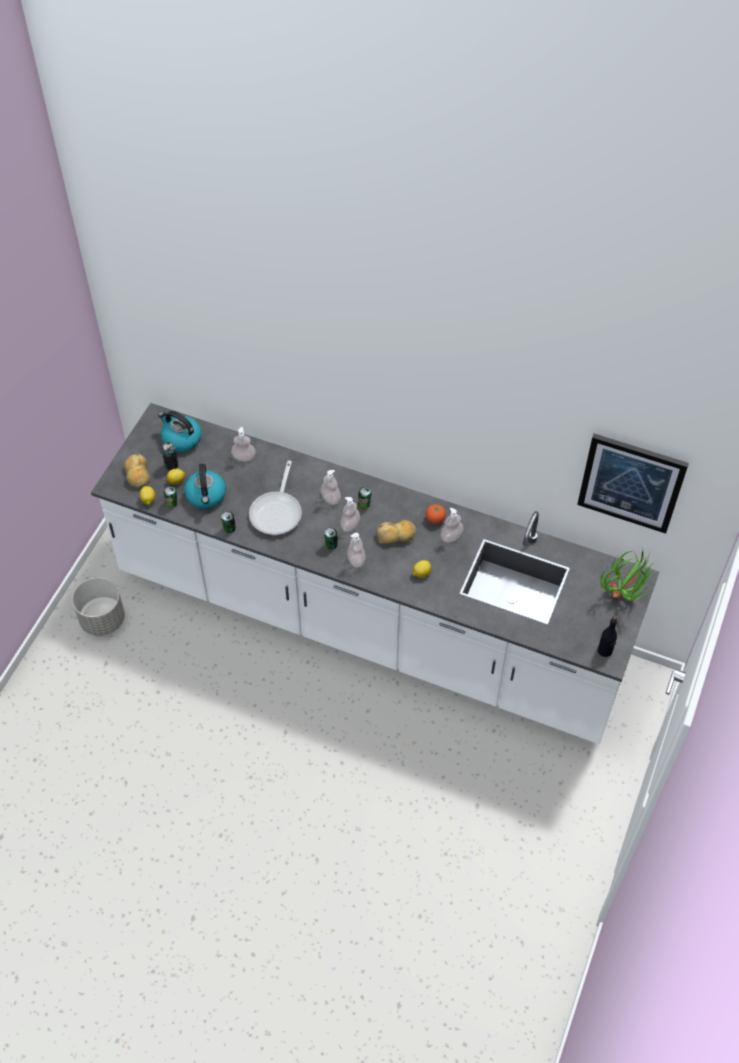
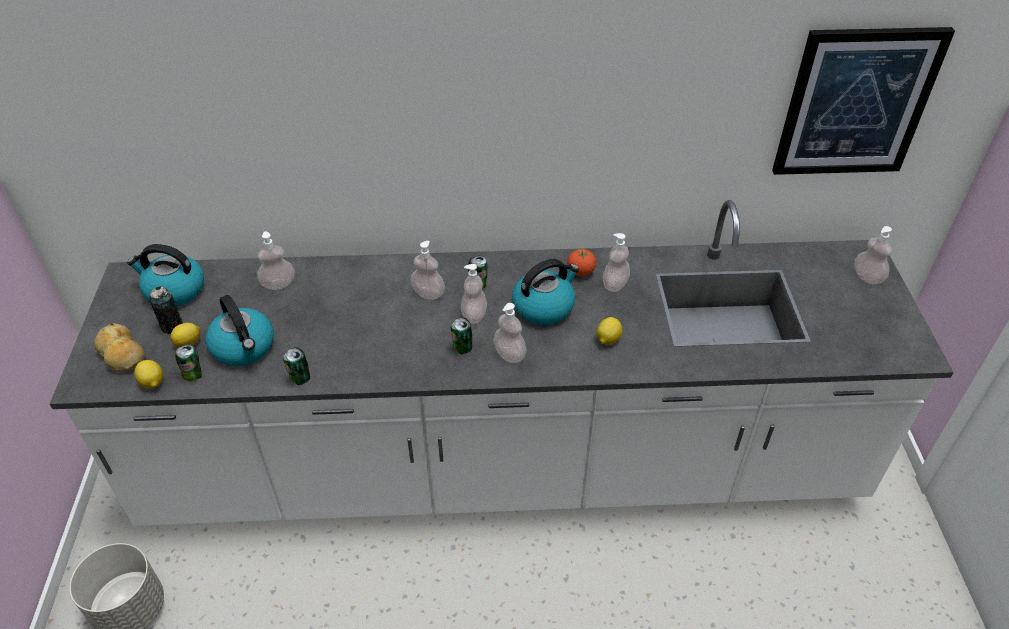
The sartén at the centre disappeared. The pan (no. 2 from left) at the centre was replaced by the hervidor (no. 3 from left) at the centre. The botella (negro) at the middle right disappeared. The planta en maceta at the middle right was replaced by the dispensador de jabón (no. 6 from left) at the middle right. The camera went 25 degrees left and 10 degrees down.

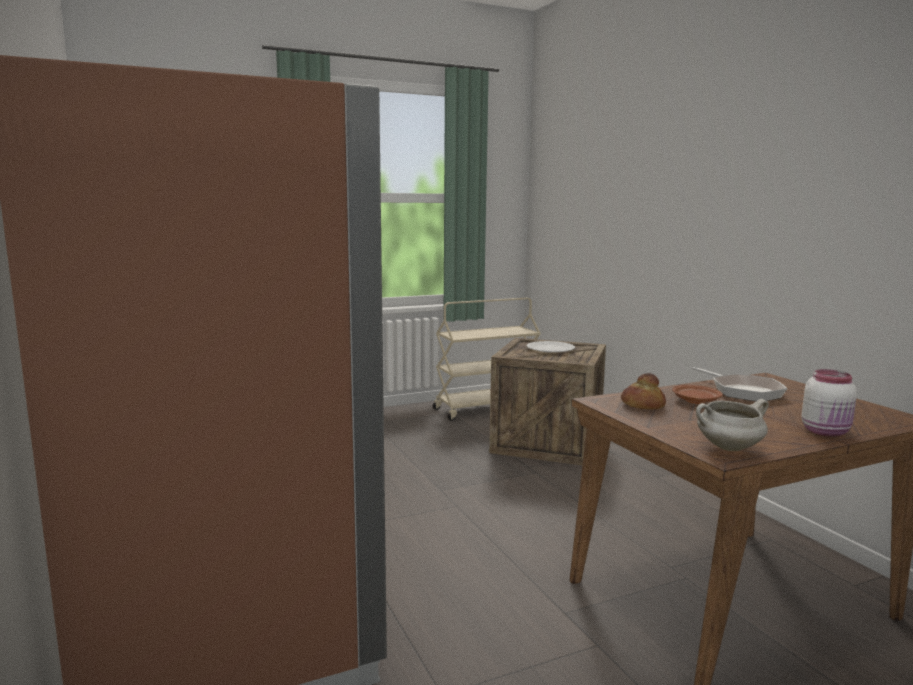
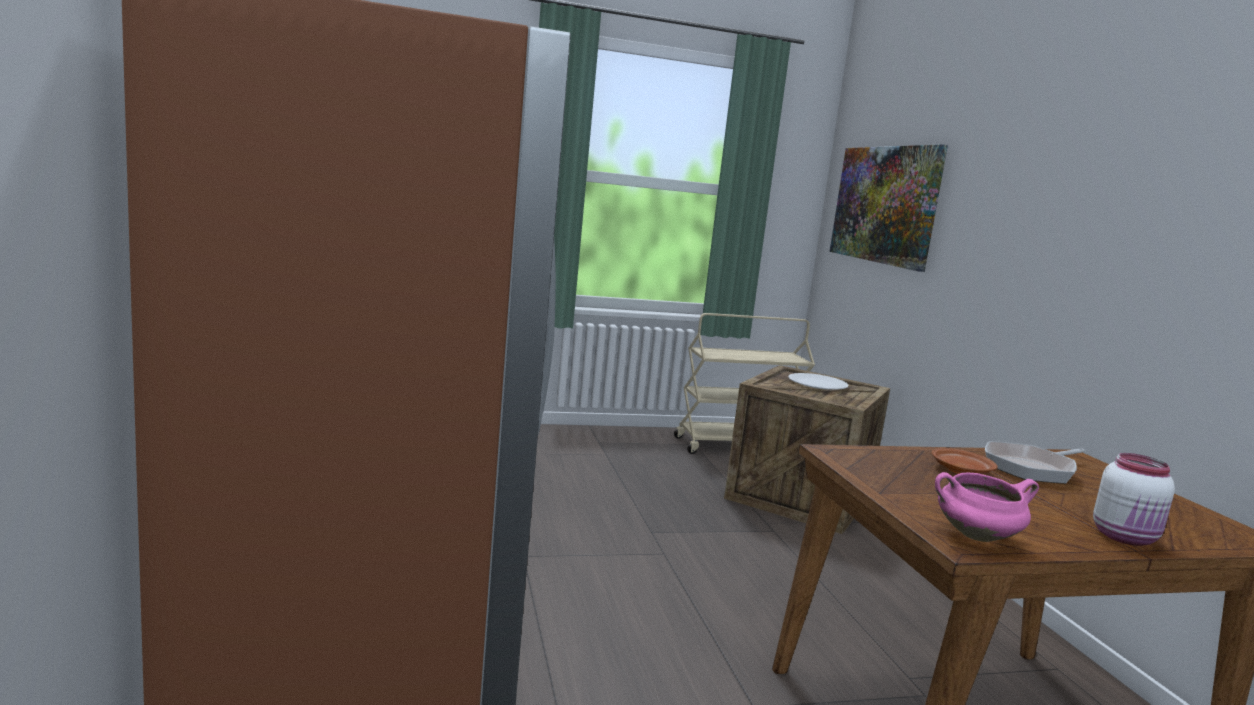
The pan at the middle right disappeared. The sartén at the middle right turned 75 degrees clockwise. The olla (blanco) at the middle right became the olla (rosa) at the bottom right. The cuadro at the top right appeared. The camera went 10 degrees right and 0 degrees up.

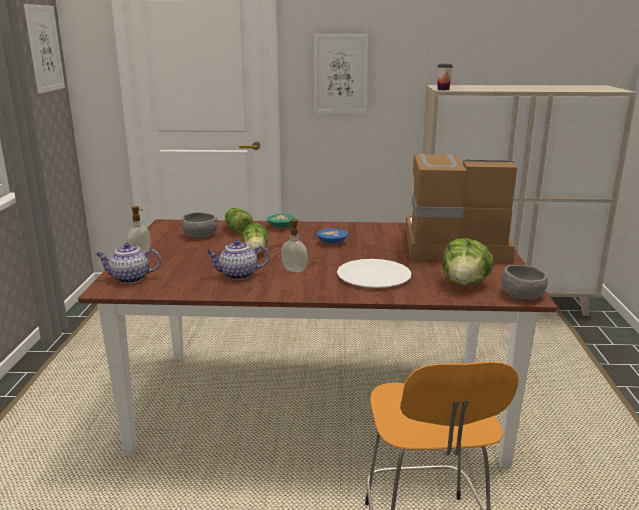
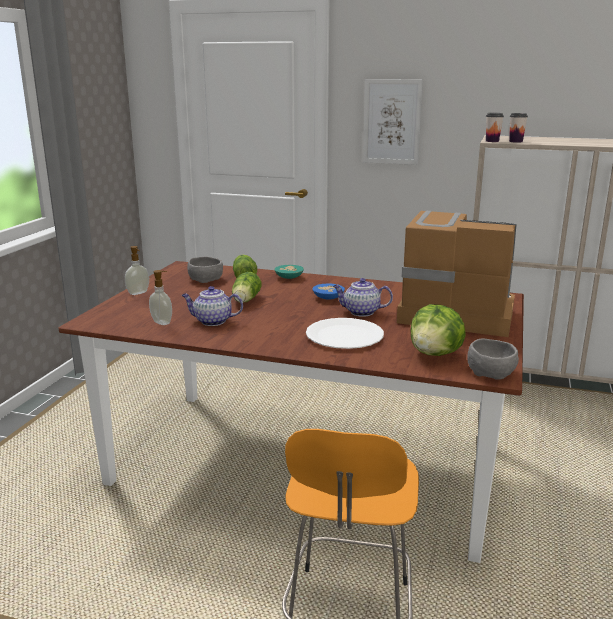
The cuadro (no. 1 from left) at the top left disappeared. The tetera (no. 1 from left in the first image) moved from the middle left to the centre. The dispensador de jabón (no. 2 from left) moved from the centre to the middle left. The taza (no. 2 from left) at the top right appeared. The camera went 15 degrees right and 0 degrees up.

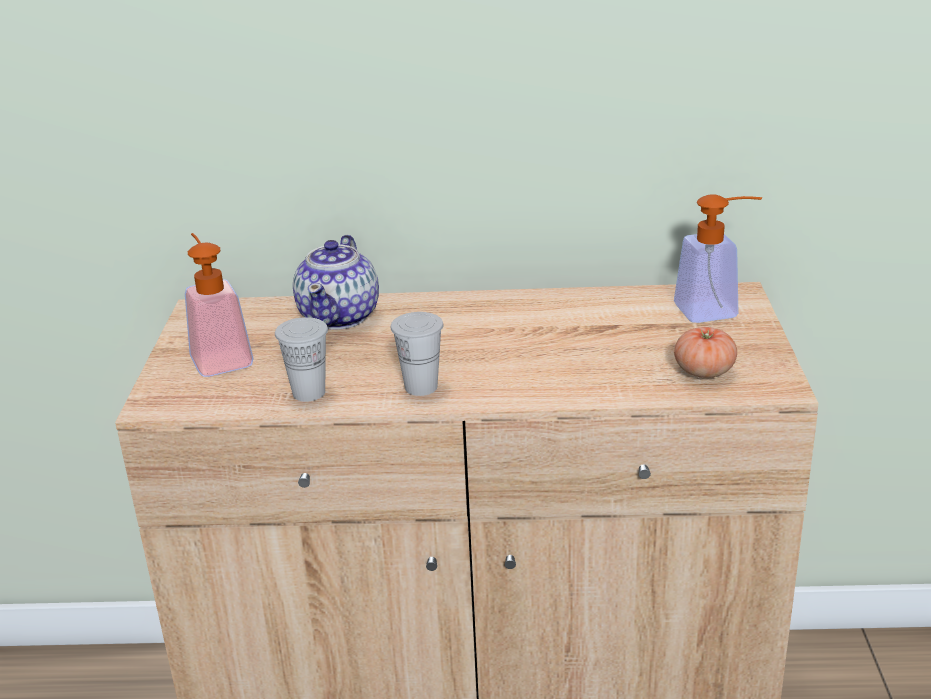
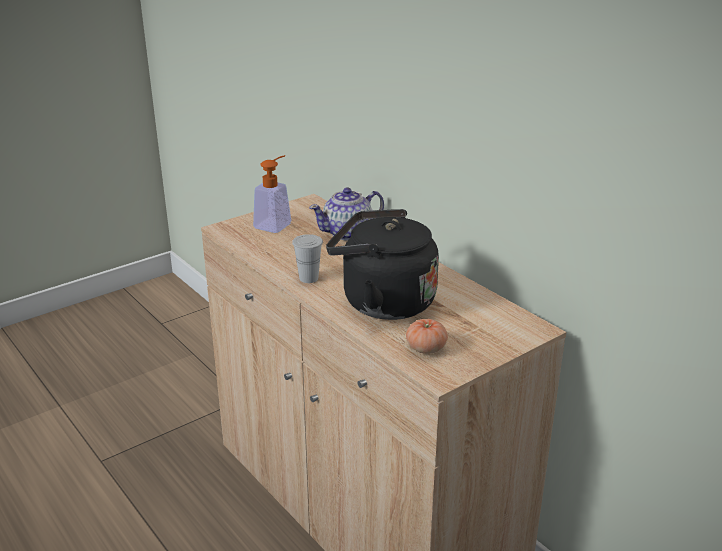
The taza (blanco) (no. 1 from left) at the middle left disappeared. The dispensador de jabón (no. 2 from left) at the middle right disappeared. The hervidor (negro) at the centre appeared. The camera went 50 degrees right and 0 degrees up.

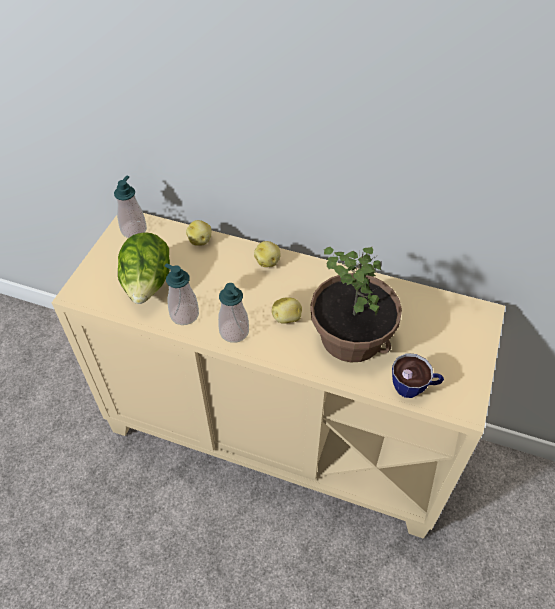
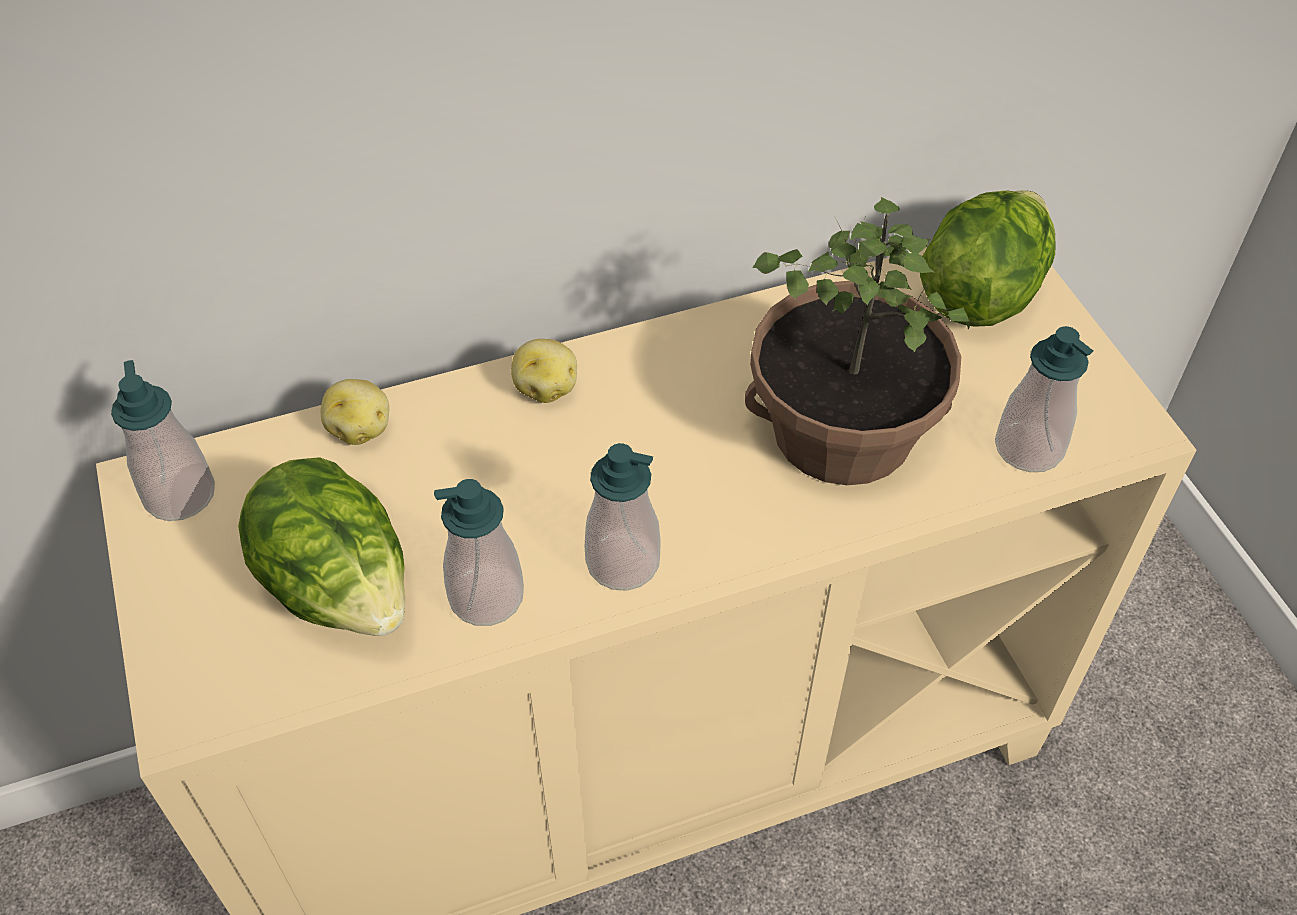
The patata (no. 3 from left) at the centre disappeared. The taza at the middle right was replaced by the dispensador de jabón (no. 4 from left) at the middle right. The lechuga (no. 2 from left) at the top right appeared. The camera went 40 degrees left and 0 degrees up.

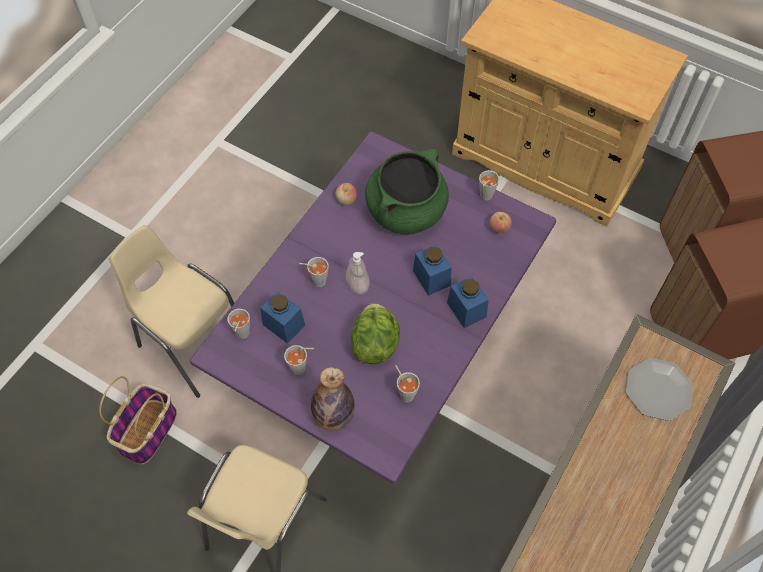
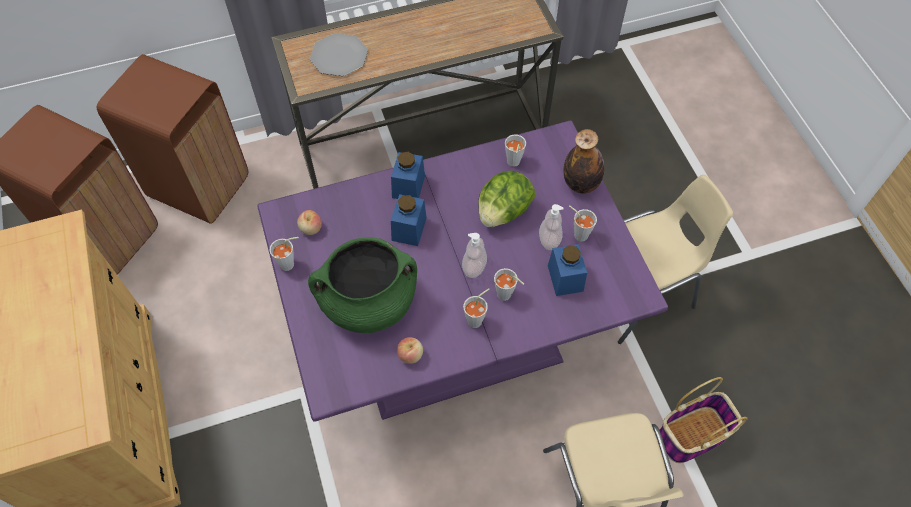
The taza (gris) (no. 1 from left in the first image) moved from the middle left to the centre. The dispensador de jabón (no. 2 from left) at the centre appeared. The camera went 140 degrees left and 0 degrees up.

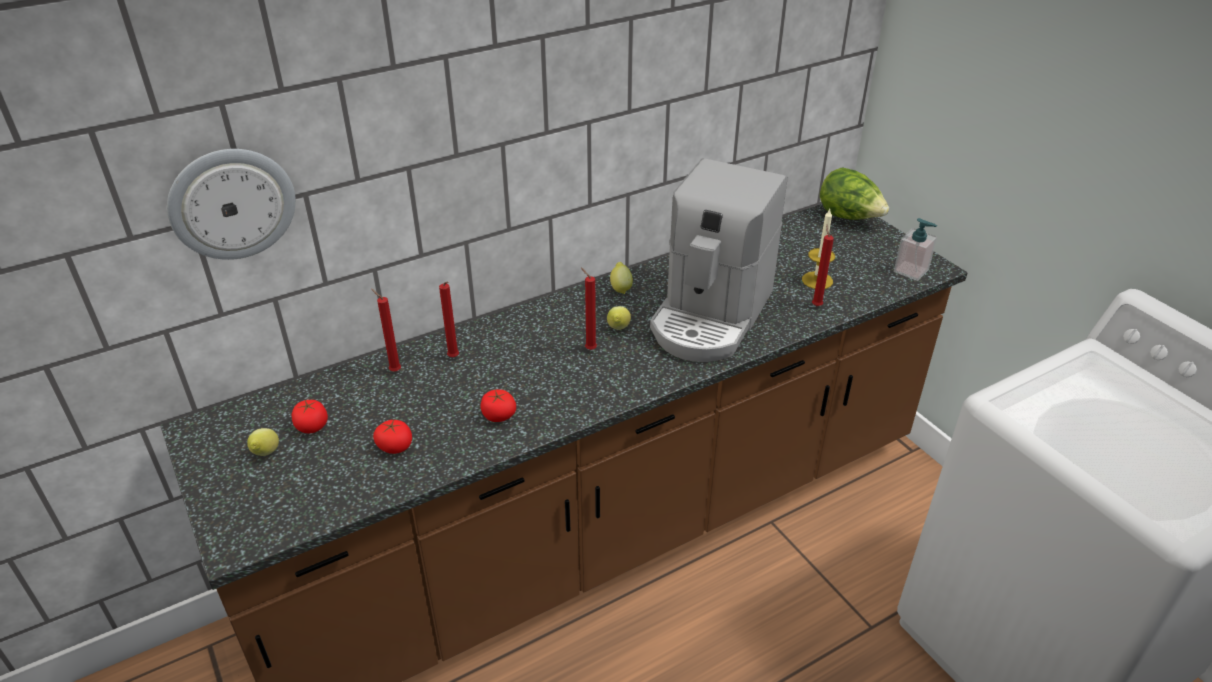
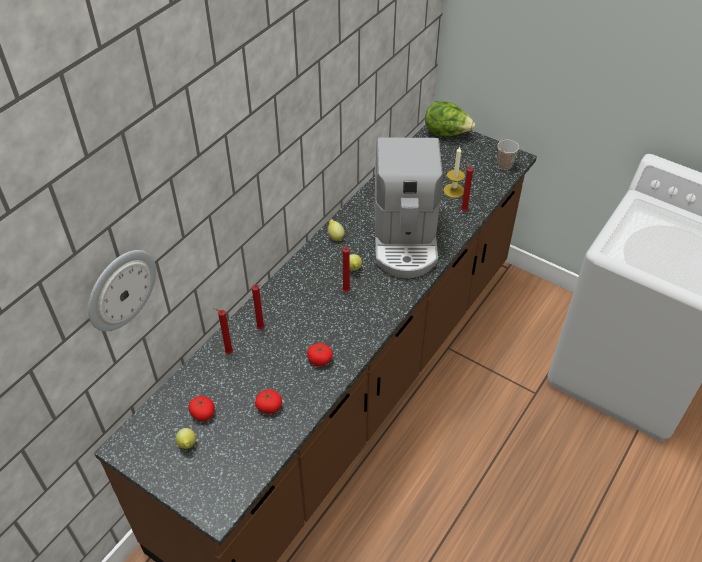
The dispensador de jabón at the middle right was replaced by the taza at the top right. The camera went 25 degrees left and 10 degrees up.

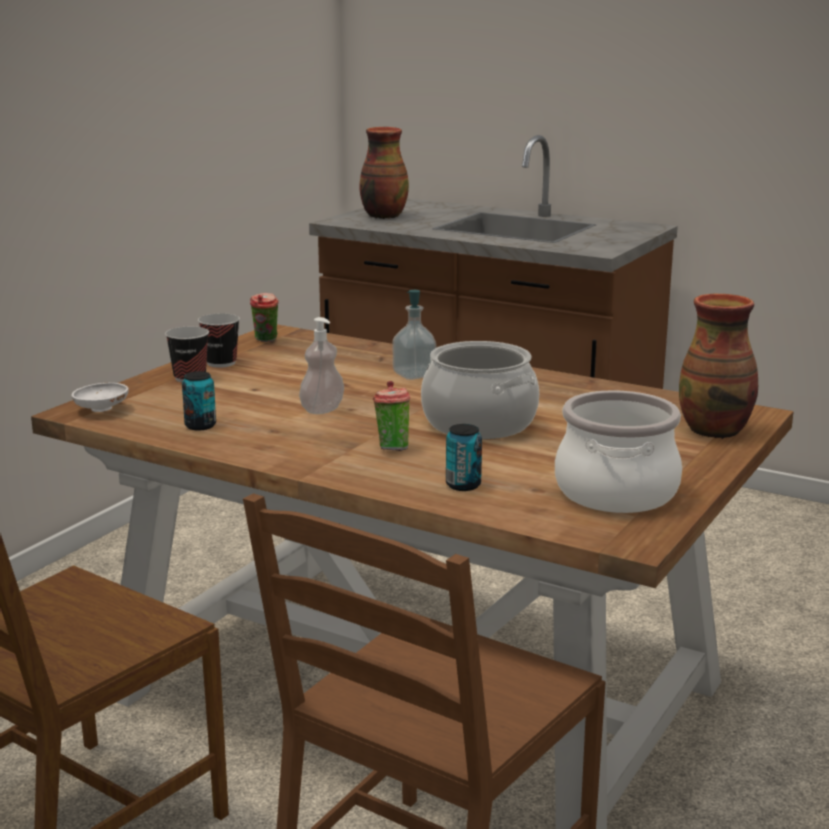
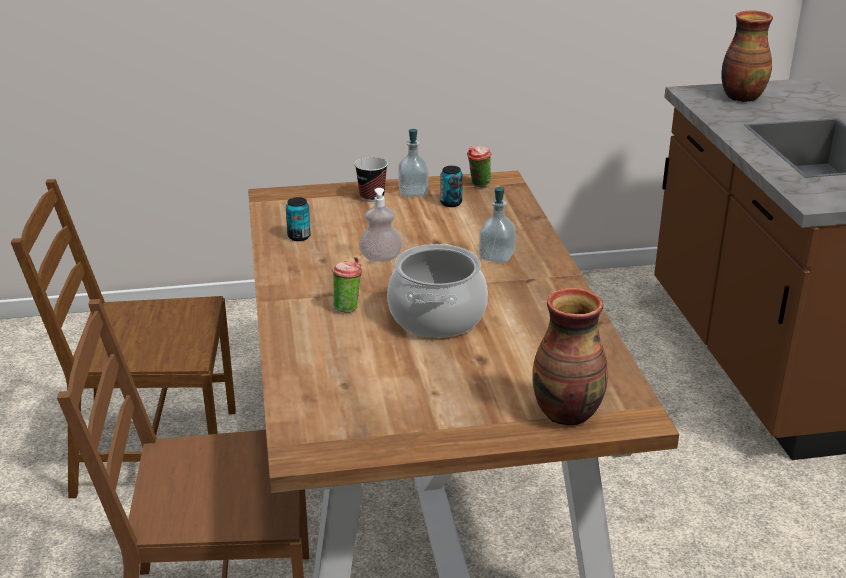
The cuenco (blanco) at the middle left disappeared. The taza (no. 2 from left) at the middle left was replaced by the dispensador de jabón (no. 2 from left) at the top centre. The lata (no. 2 from left) moved from the centre to the top centre. The olla (no. 2 from left) at the middle right disappeared. The camera went 50 degrees right and 10 degrees up.

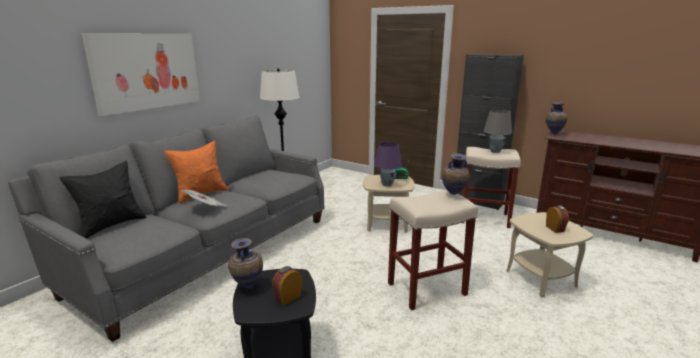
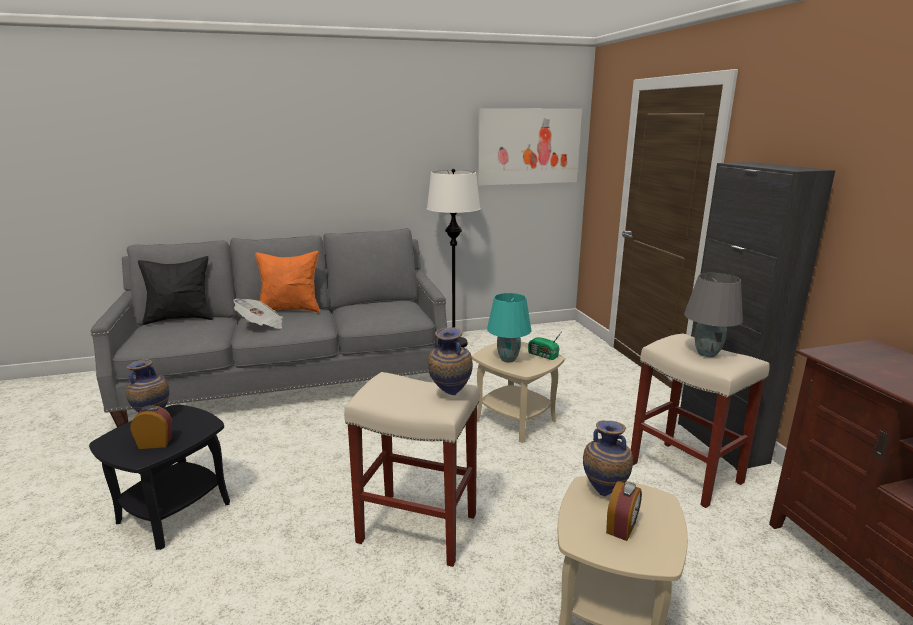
The cuadro moved from the top left to the top centre. The lámpara de mesa (morado) at the centre became the lámpara de mesa (turquesa) at the centre. The florero (no. 3 from left) moved from the top right to the bottom centre. The camera went 40 degrees right and 0 degrees up.

